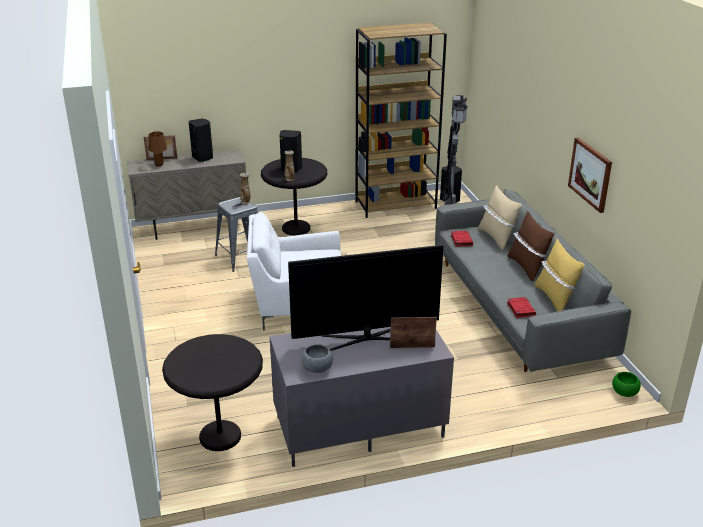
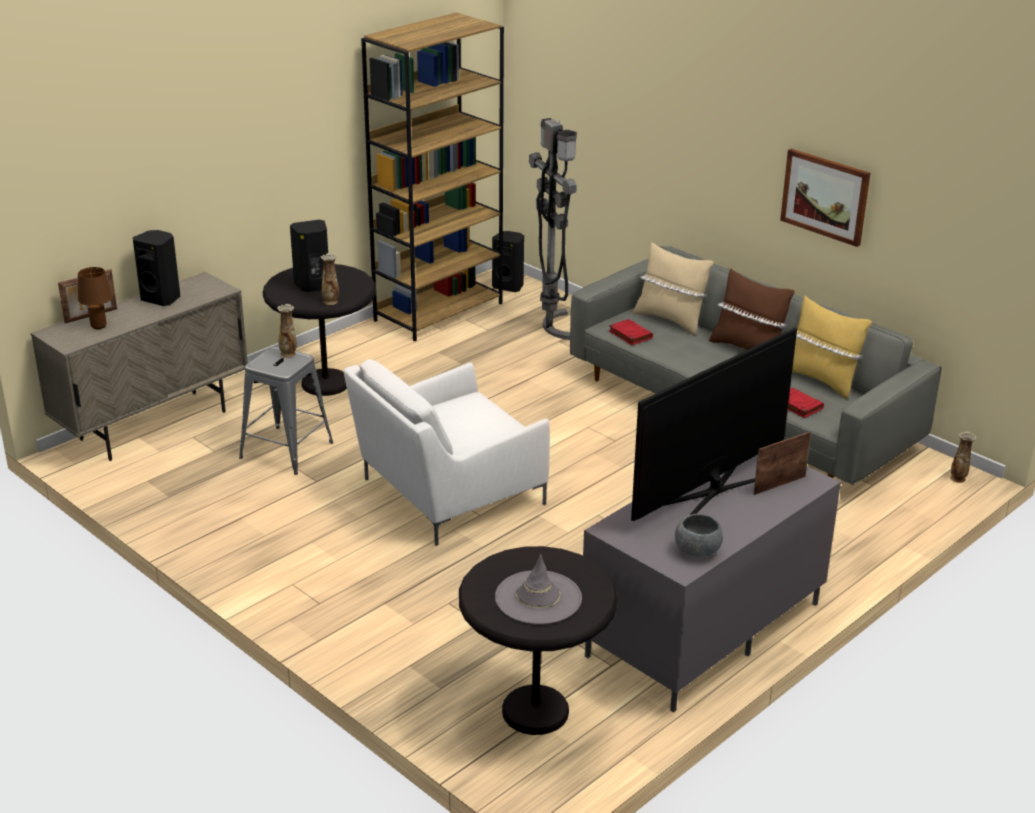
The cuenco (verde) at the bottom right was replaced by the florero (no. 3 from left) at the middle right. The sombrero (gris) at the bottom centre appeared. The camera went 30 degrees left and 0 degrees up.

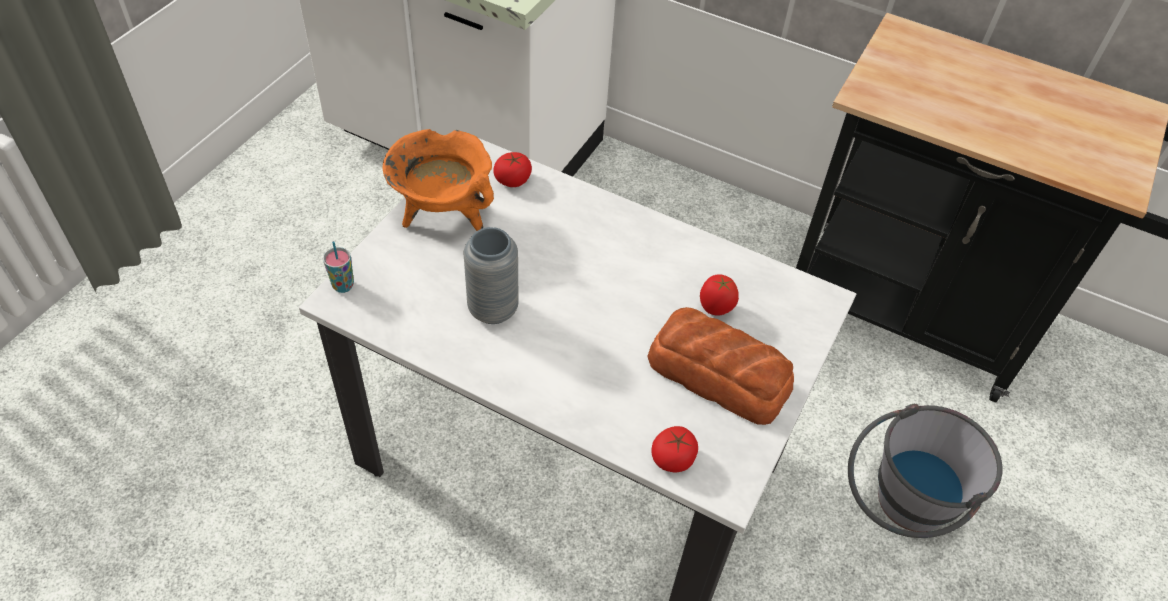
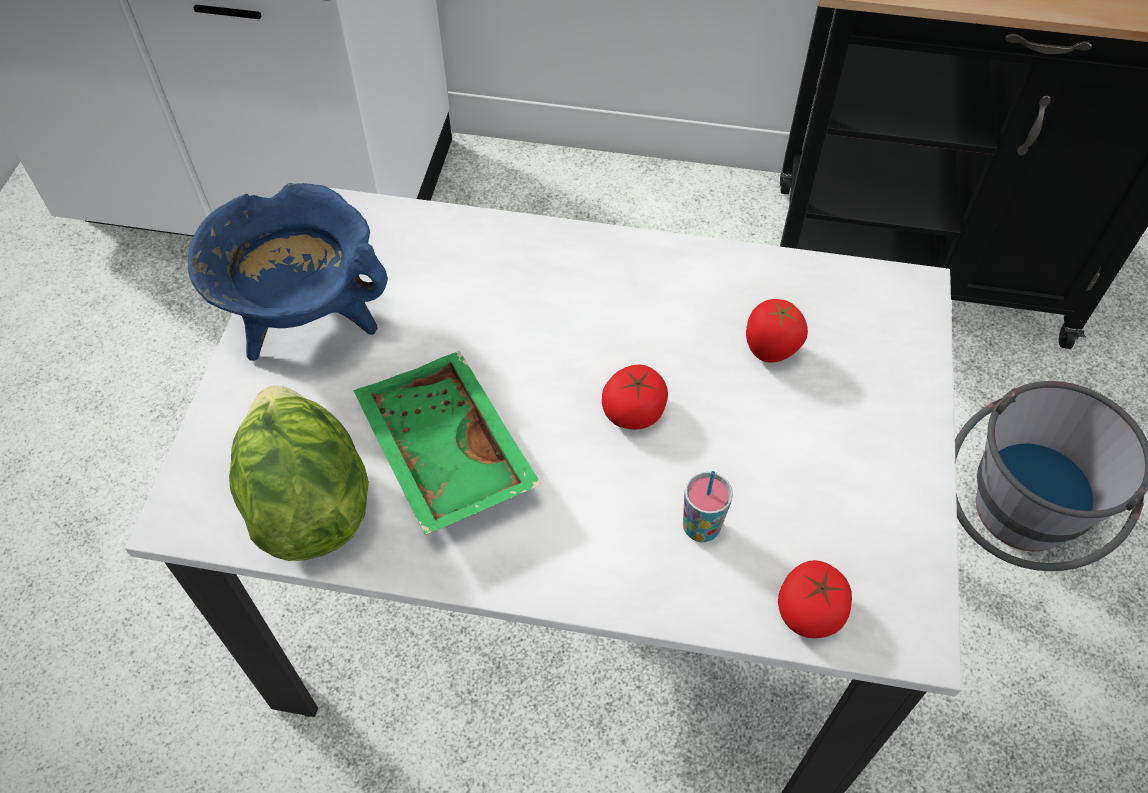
The taza moved from the middle left to the centre. The olla (naranja) at the top centre became the olla (azul) at the middle left. The florero (gris) at the centre was replaced by the bandeja (verde) at the centre. The tomate (no. 1 from left) moved from the top centre to the centre. The pan at the centre disappeared. The lechuga at the middle left appeared. The camera went 15 degrees left and 5 degrees up.

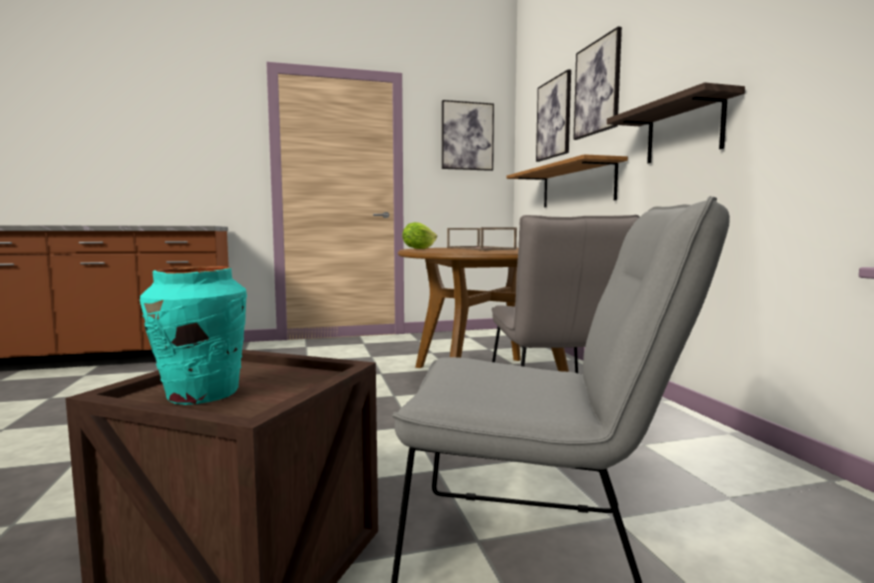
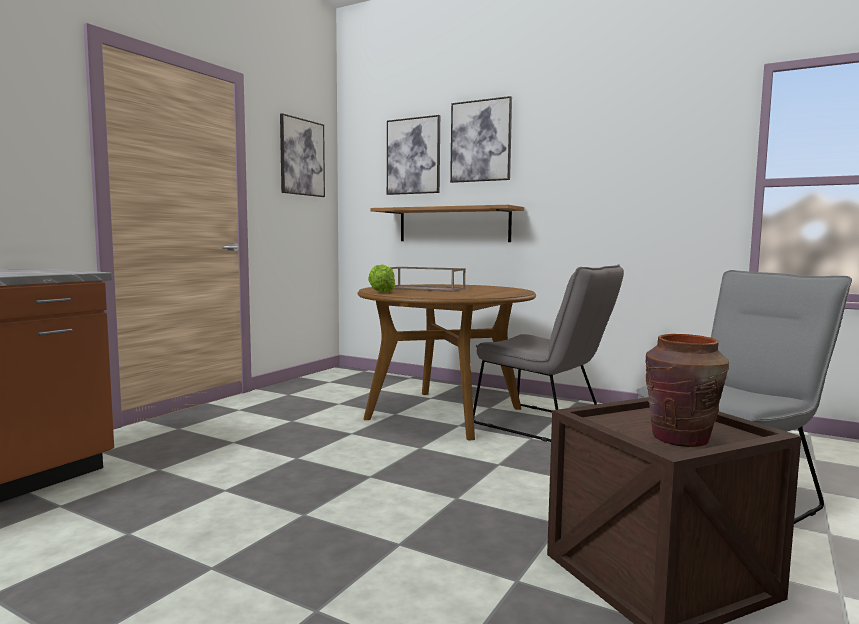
The florero (turquesa) at the middle left became the florero (marrón) at the middle right. The estante (no. 2 from left) at the top right disappeared. The camera went 45 degrees left and 0 degrees up.

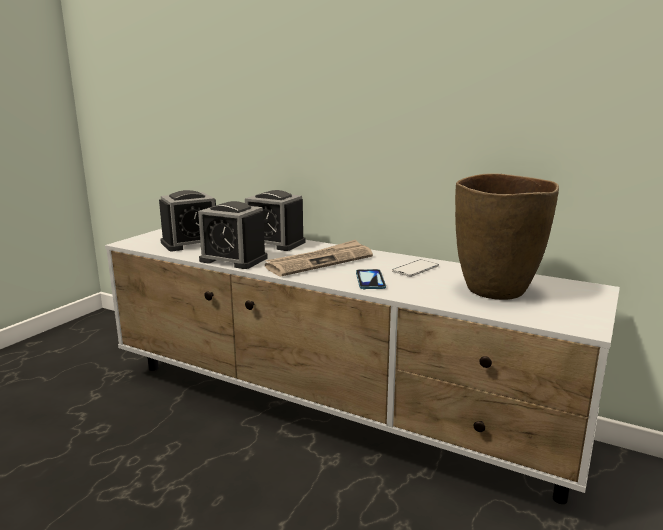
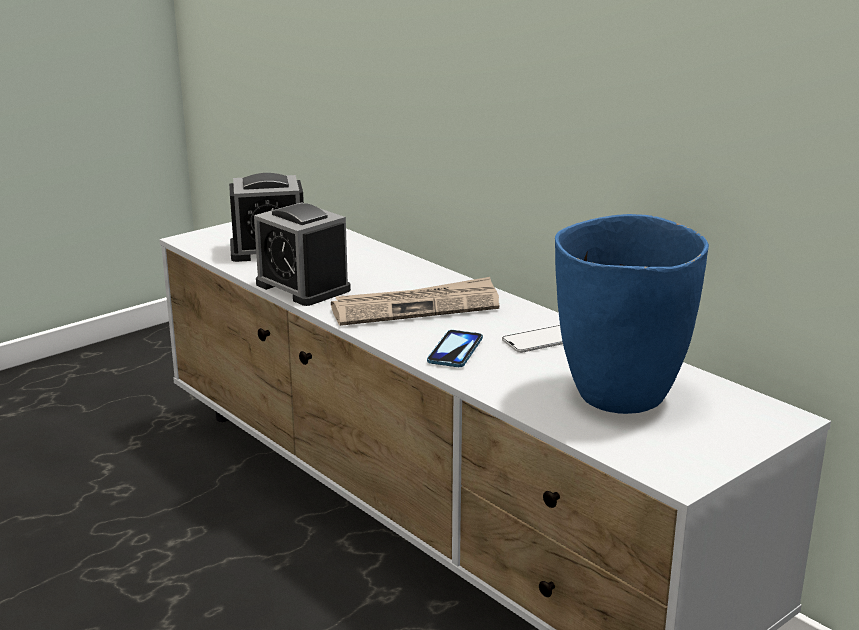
The despertador (no. 3 from left) at the centre disappeared. The florero (marrón) at the middle right became the florero (azul) at the middle right. The camera went 20 degrees right and 5 degrees up.

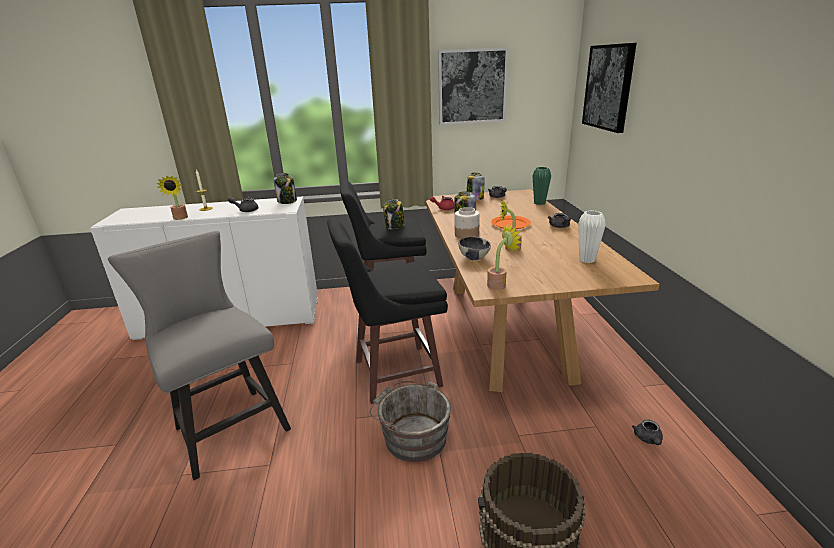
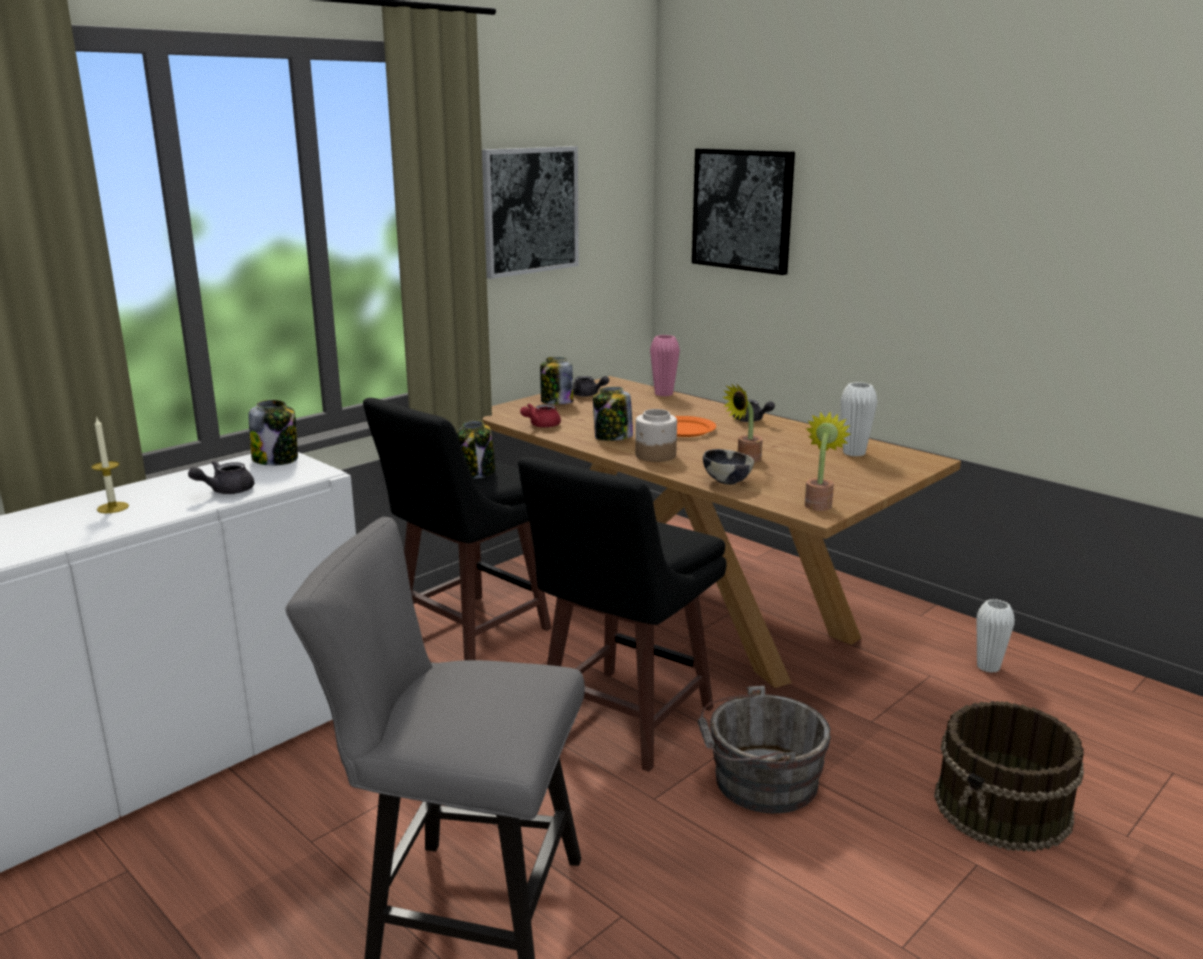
The planta en maceta (no. 1 from left) at the middle left disappeared. The florero (verde) at the centre became the florero (rosa) at the centre. The tetera (gris) (no. 4 from left) at the bottom right was replaced by the florero (blanco) (no. 2 from left) at the middle right. The camera went 40 degrees left and 5 degrees down.

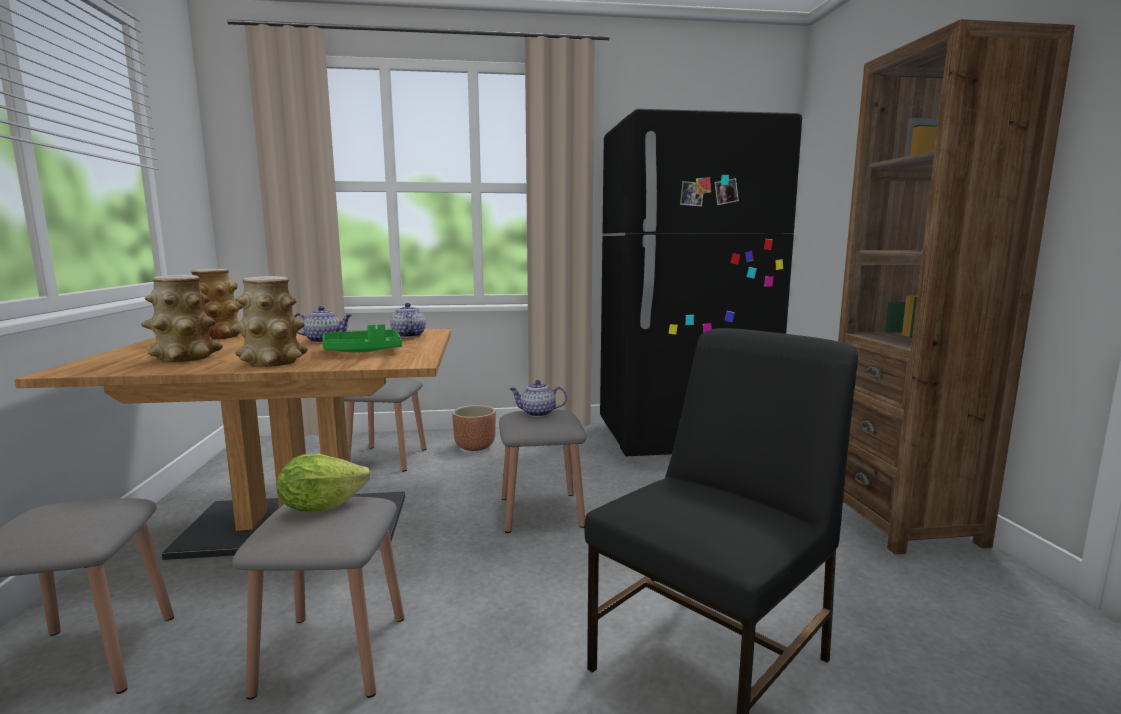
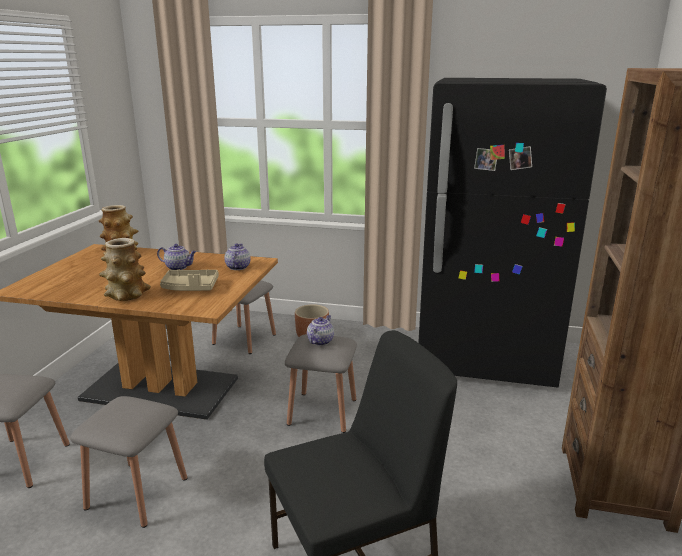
The florero (no. 1 from left) at the middle left disappeared. The lechuga at the bottom left disappeared. The bandeja (verde) at the middle left became the bandeja (beis) at the middle left. The tetera (no. 3 from left) at the centre turned 90 degrees clockwise. The camera went 20 degrees right and 10 degrees up.

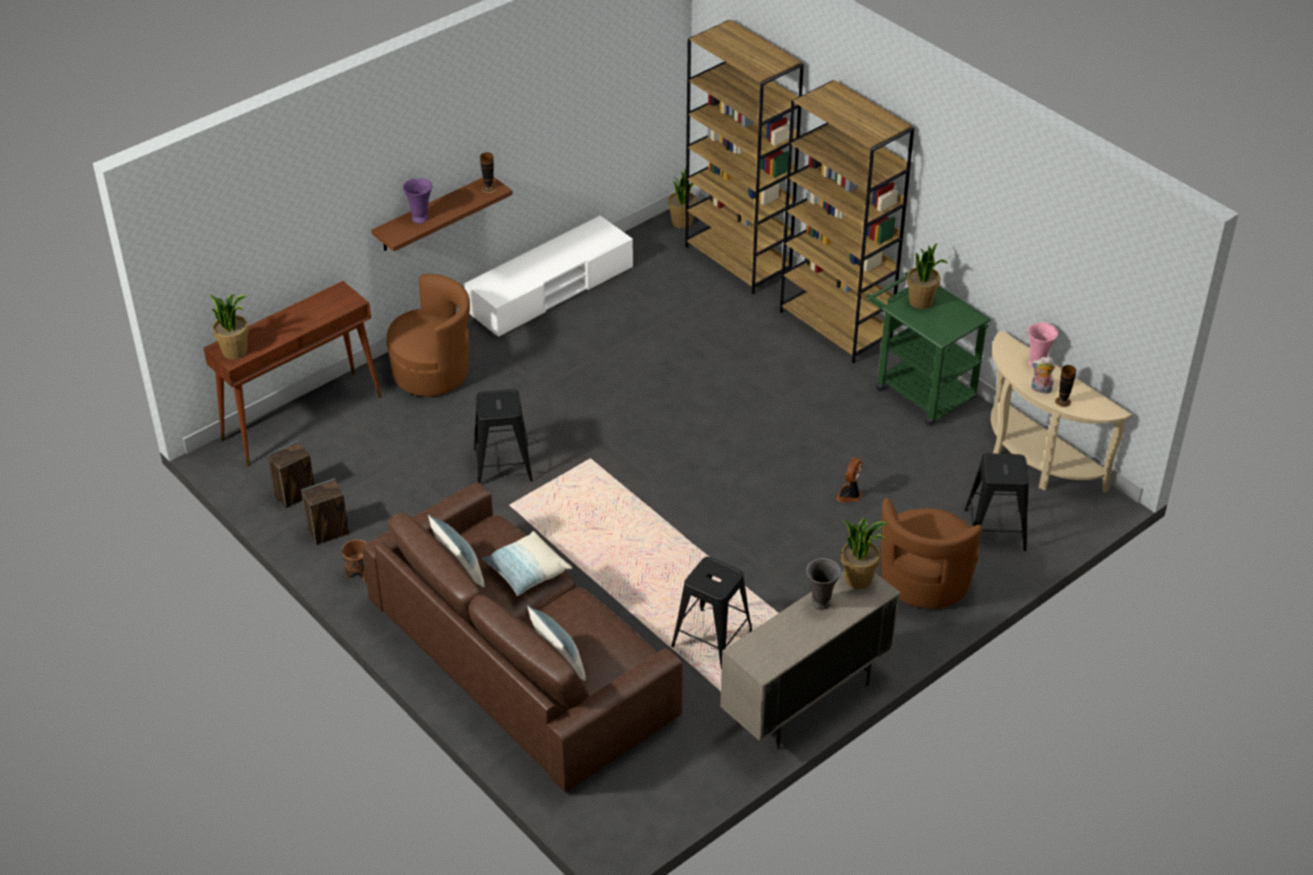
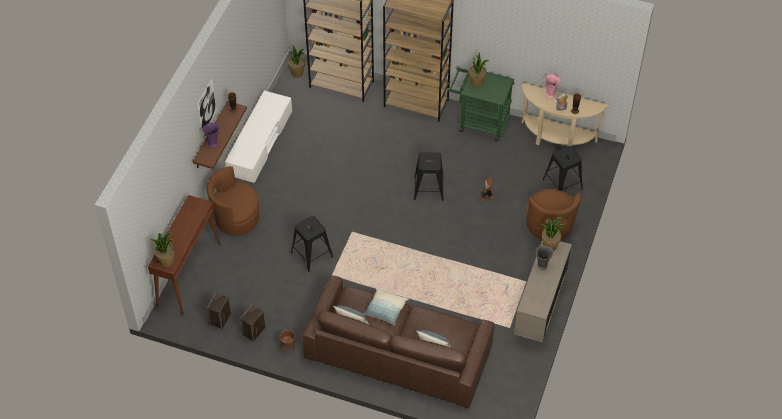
The sillón (marrón) (no. 1 from left) at the middle left turned 135 degrees counterclockwise. The taburete (negro) (no. 2 from left) moved from the bottom centre to the centre. The cuadro at the top left appeared. The camera went 30 degrees left and 10 degrees up.

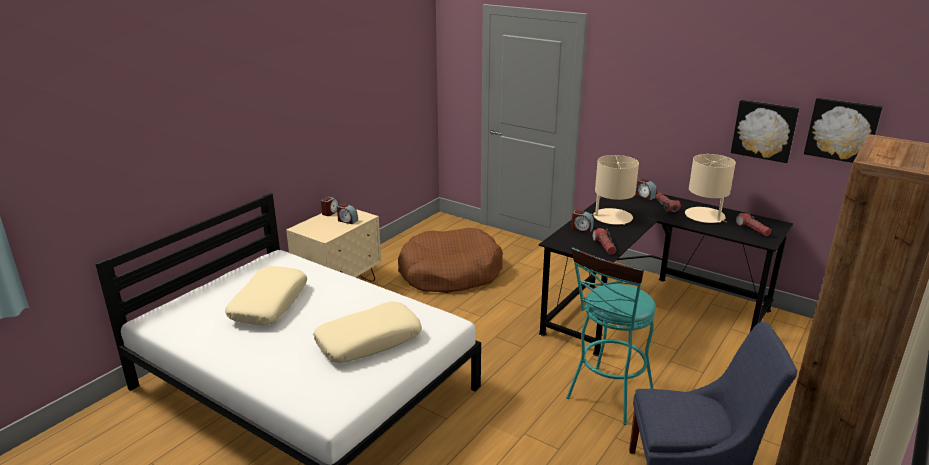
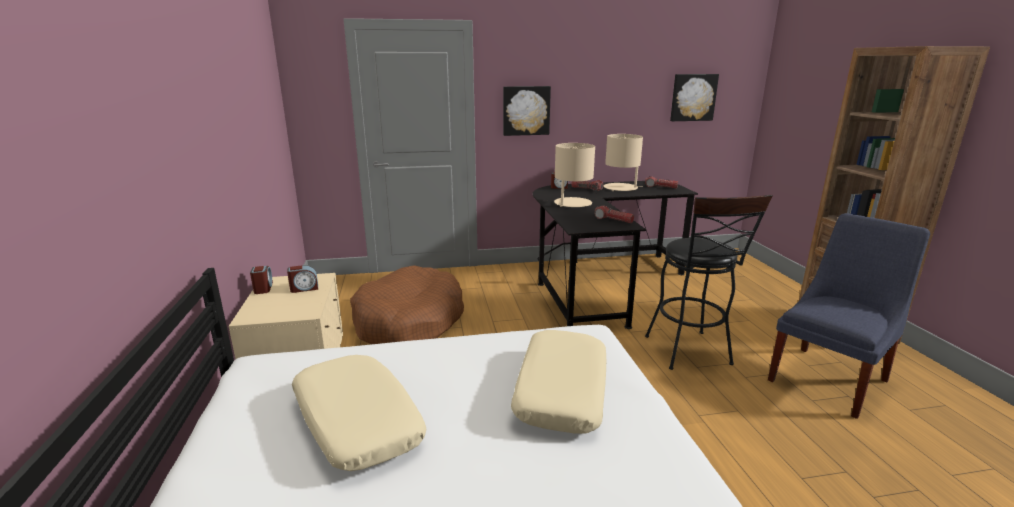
The taburete (turquesa) at the bottom centre became the taburete (negro) at the middle right. The despertador (no. 3 from left) at the centre disappeared. The cuadro (no. 1 from left) moved from the top right to the top centre. The camera went 45 degrees left and 5 degrees down.

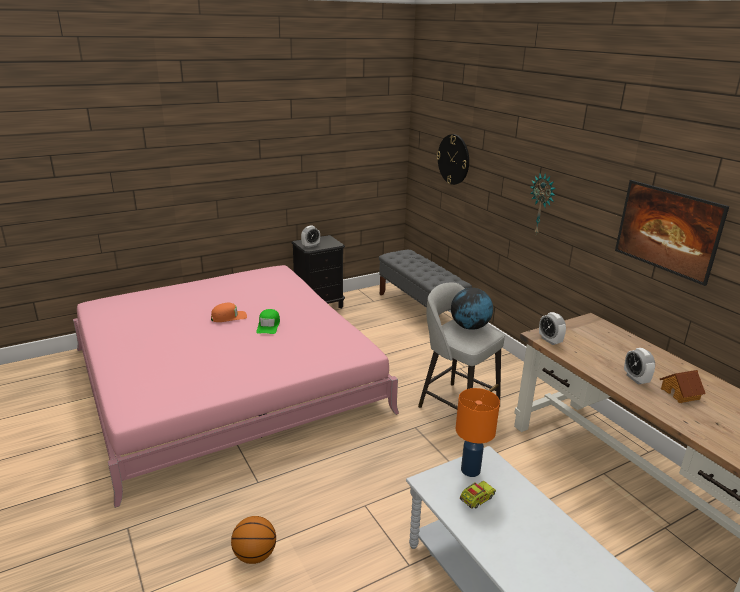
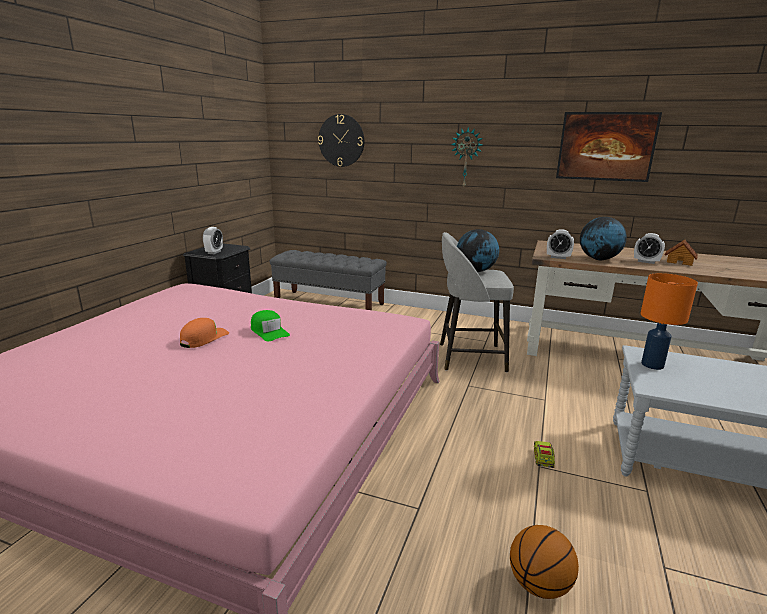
The camión de juguete moved from the bottom centre to the bottom right. The globo terráqueo (no. 2 from left) at the middle right appeared. The camera went 40 degrees left and 5 degrees down.

